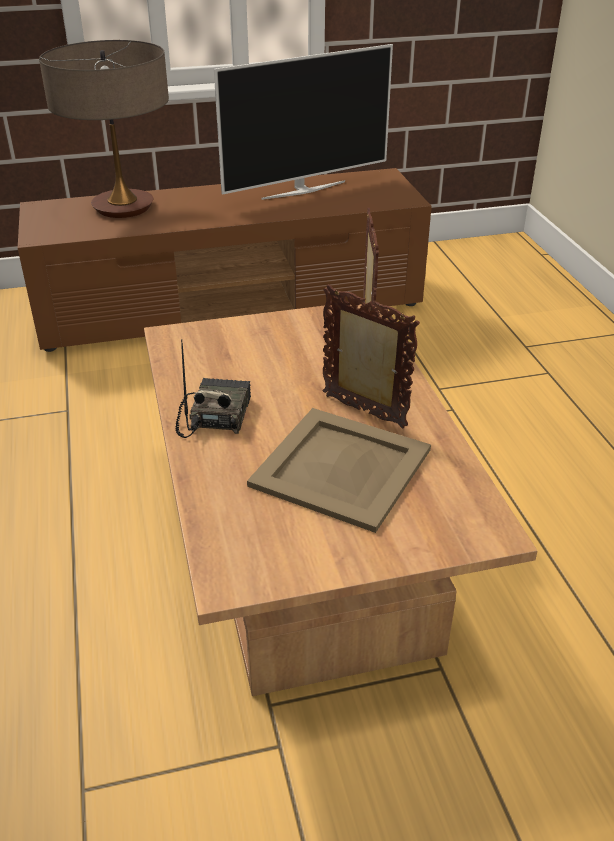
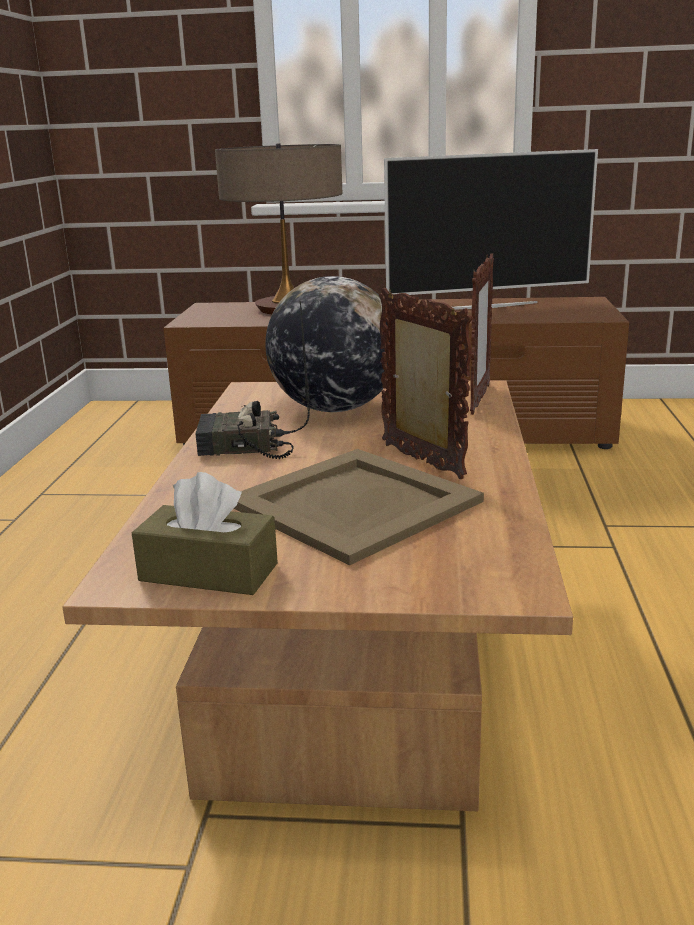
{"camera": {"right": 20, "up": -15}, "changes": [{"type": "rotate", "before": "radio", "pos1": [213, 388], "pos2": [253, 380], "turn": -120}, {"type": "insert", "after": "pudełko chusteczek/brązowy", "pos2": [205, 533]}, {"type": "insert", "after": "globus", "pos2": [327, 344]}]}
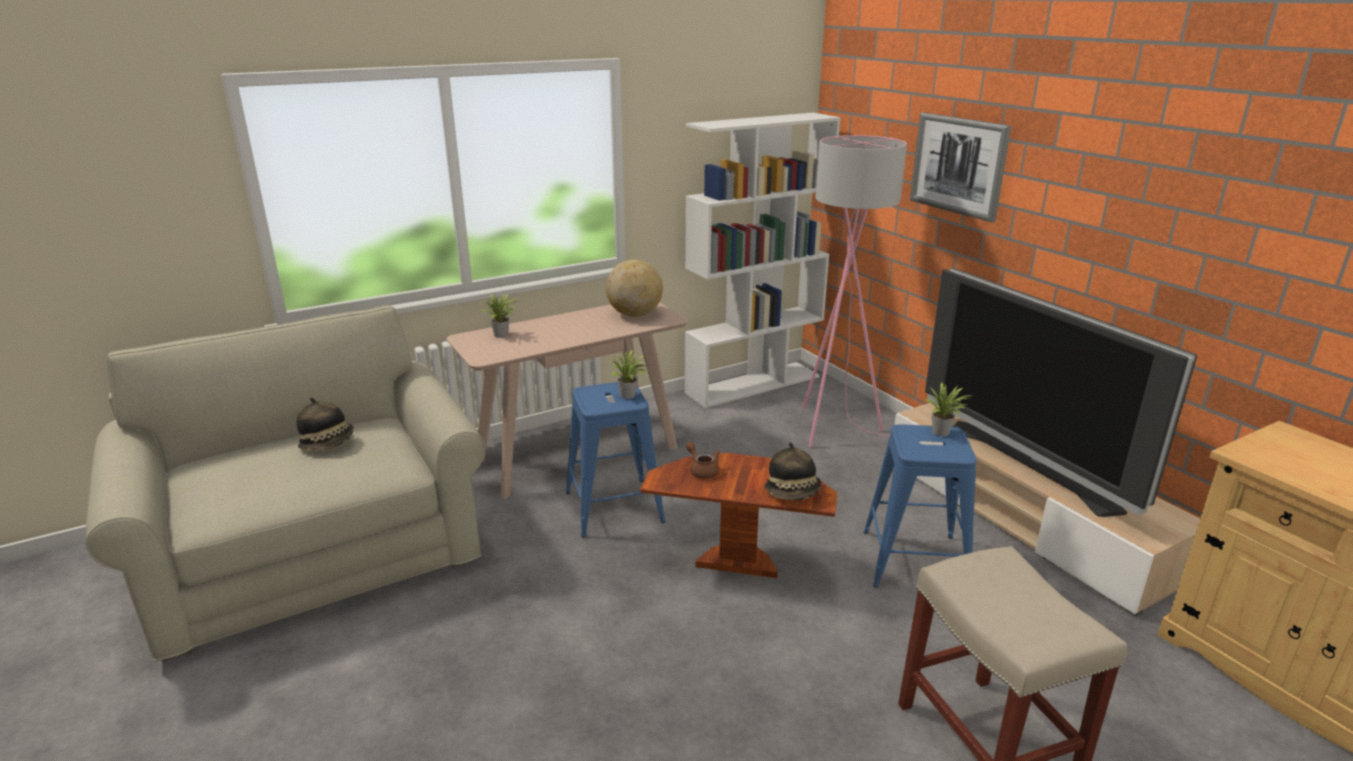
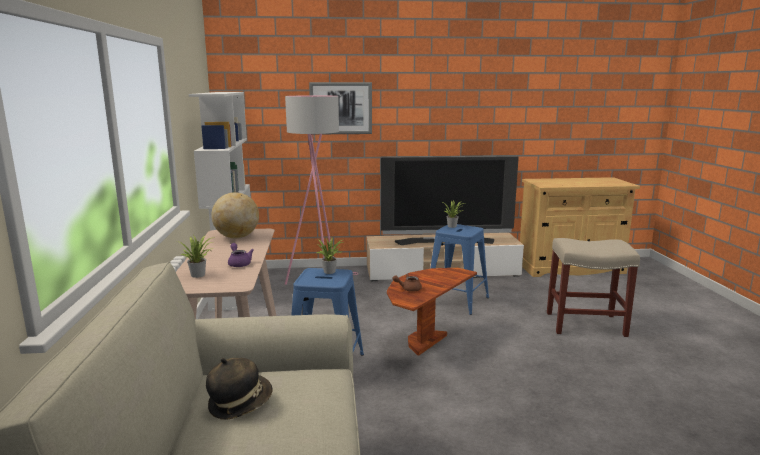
{"camera": {"right": -65, "up": -10}, "changes": [{"type": "delete", "before": "kapelusz", "pos1": [793, 471]}, {"type": "insert", "after": "imbryk/fioletowy", "pos2": [241, 255]}]}
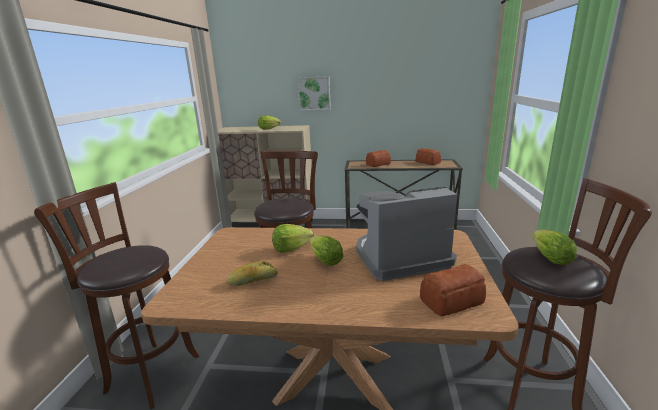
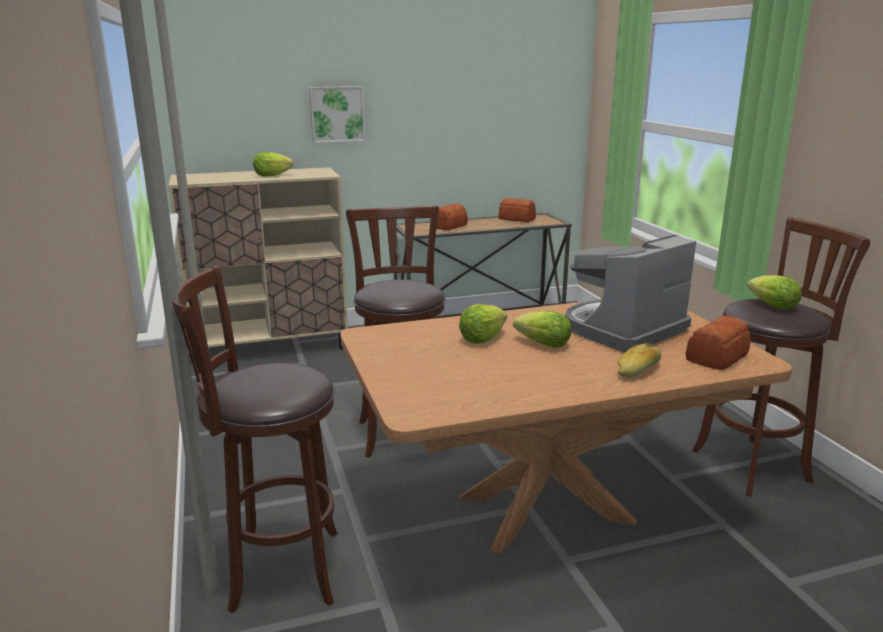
{"camera": {"right": -25, "up": 0}, "changes": [{"type": "move", "before": "chleb", "pos1": [252, 273], "pos2": [639, 360]}]}
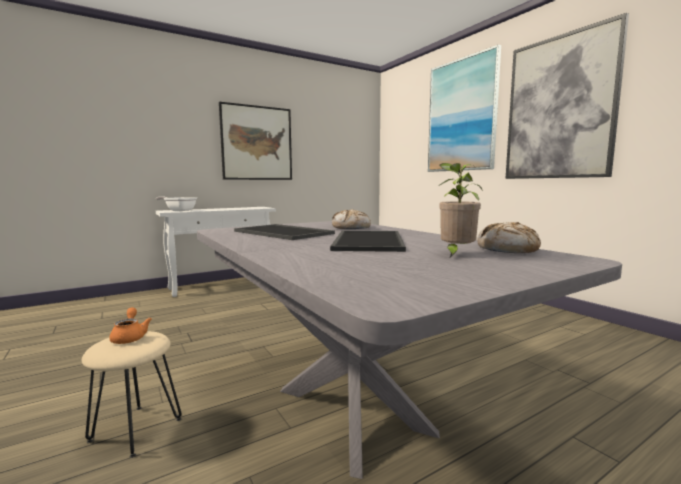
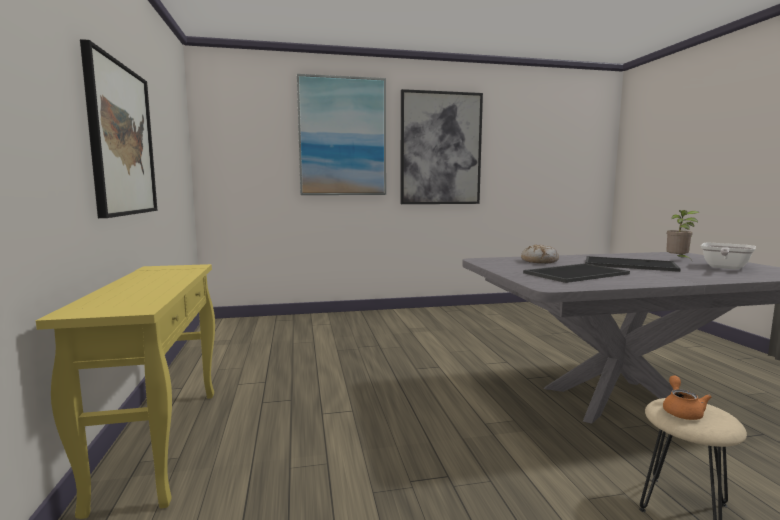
{"camera": {"right": -70, "up": 0}, "changes": [{"type": "rotate", "before": "imbryk/pomarańczowy", "pos1": [130, 325], "pos2": [687, 397], "turn": 105}, {"type": "move", "before": "patelnia", "pos1": [176, 203], "pos2": [728, 256]}, {"type": "recolor", "before": "stolik konsolowy/biały", "after": "stolik konsolowy/żółty", "pos1": [216, 252], "pos2": [125, 391]}, {"type": "delete", "before": "chleb", "pos1": [509, 237]}]}
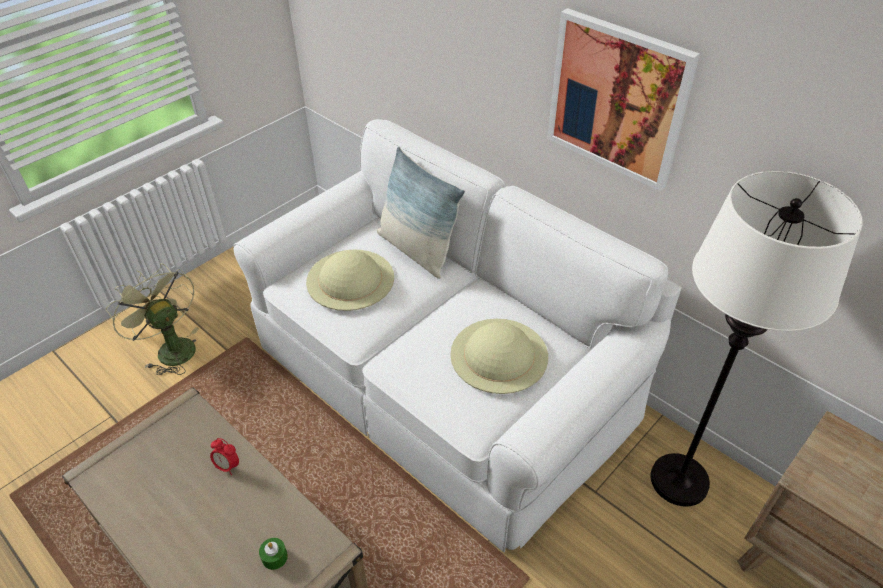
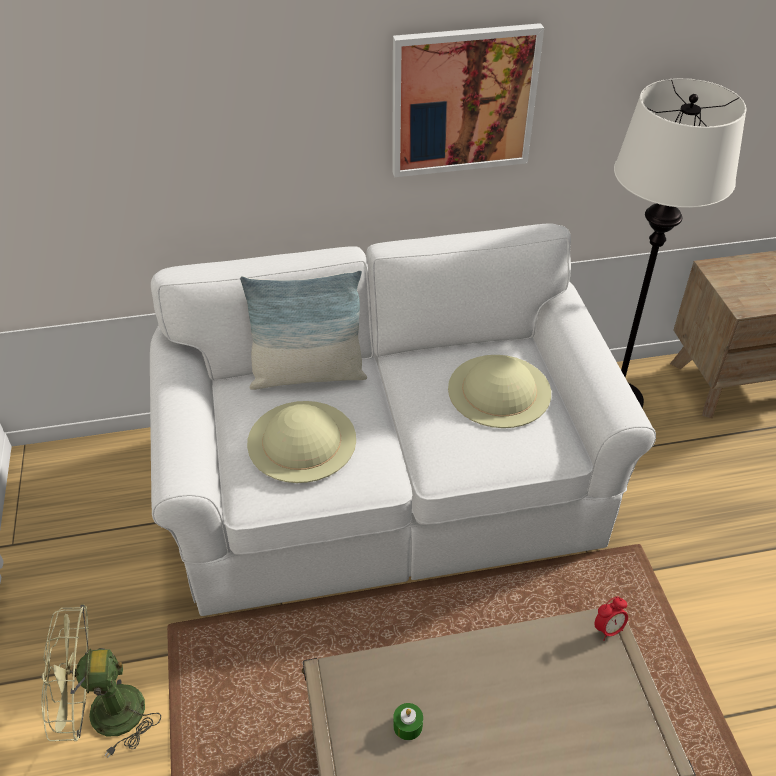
{"camera": {"right": -55, "up": 0}, "changes": [{"type": "move", "before": "budzik", "pos1": [224, 457], "pos2": [611, 618]}, {"type": "move", "before": "świeca/zielony", "pos1": [273, 554], "pos2": [408, 721]}]}
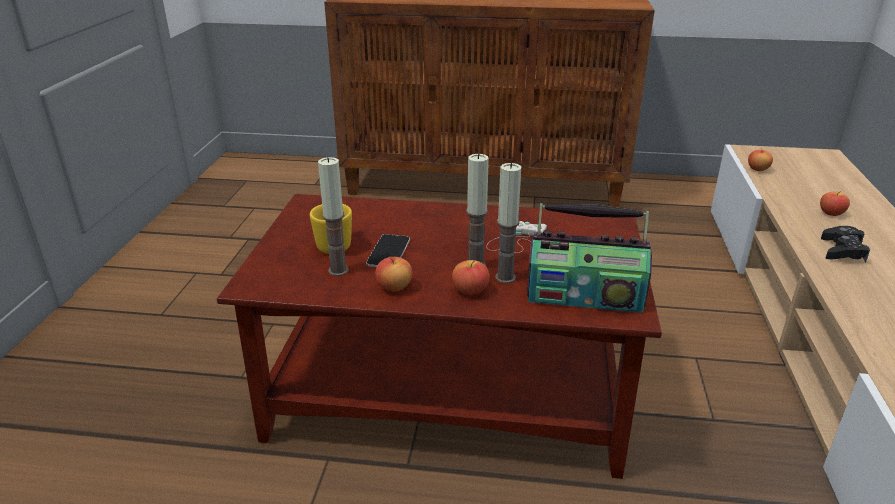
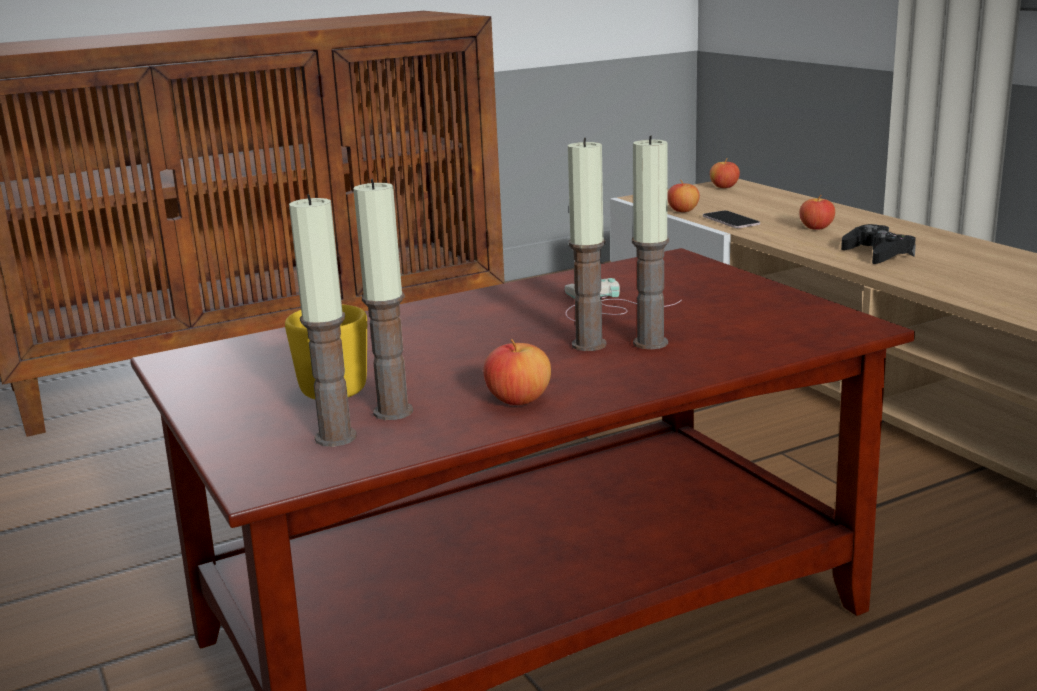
{"camera": {"right": -35, "up": -10}, "changes": [{"type": "move", "before": "telefon", "pos1": [388, 250], "pos2": [731, 219]}, {"type": "move", "before": "jabłko", "pos1": [470, 277], "pos2": [725, 173]}, {"type": "delete", "before": "radio", "pos1": [589, 258]}, {"type": "insert", "after": "świeca", "pos2": [323, 320]}]}
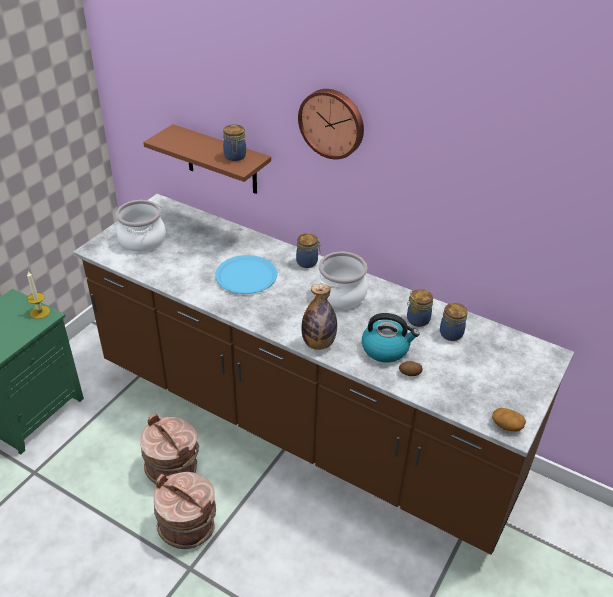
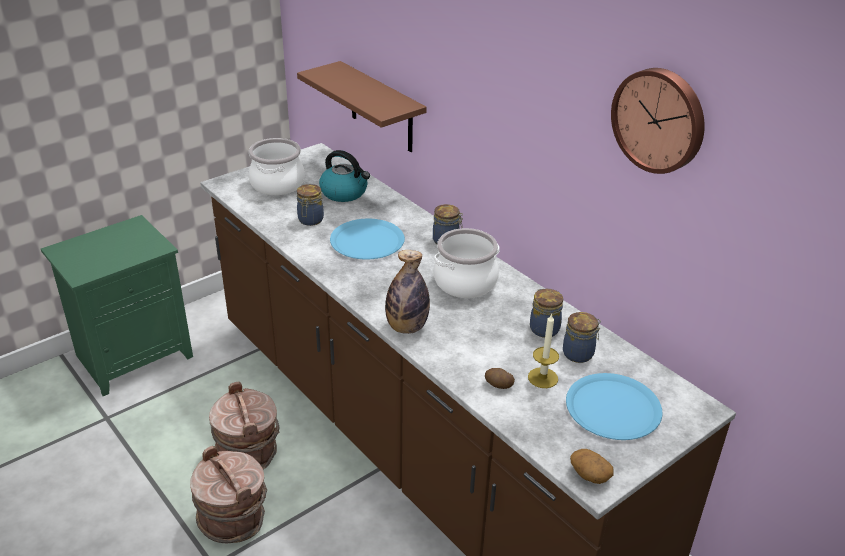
{"camera": {"right": 20, "up": -5}, "changes": [{"type": "move", "before": "świeca", "pos1": [38, 295], "pos2": [543, 350]}, {"type": "move", "before": "słoik", "pos1": [234, 142], "pos2": [310, 205]}, {"type": "move", "before": "zegar ścienny", "pos1": [331, 124], "pos2": [658, 121]}, {"type": "move", "before": "czajnik", "pos1": [391, 338], "pos2": [344, 176]}, {"type": "insert", "after": "talerz/niebieski", "pos2": [614, 406]}]}
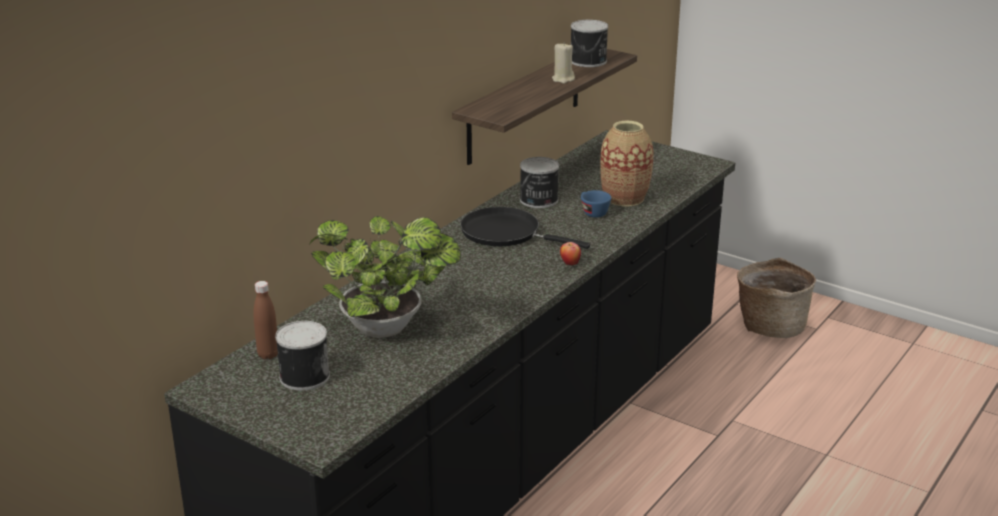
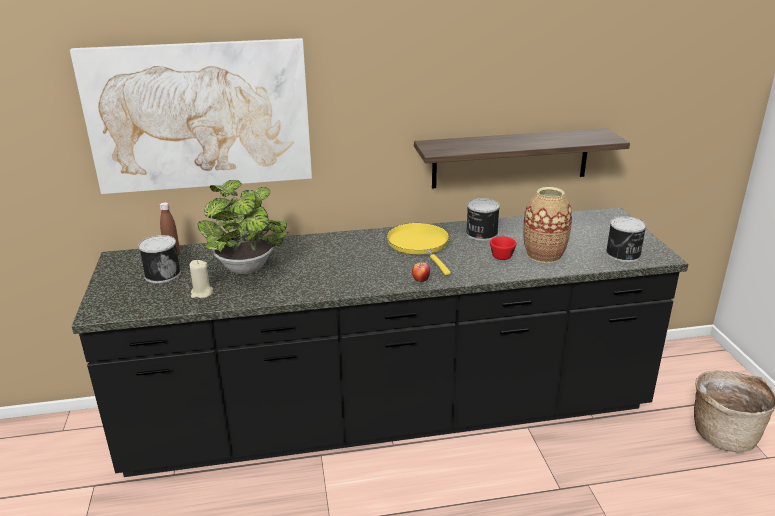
{"camera": {"right": 45, "up": 0}, "changes": [{"type": "recolor", "before": "patelnia/czarny", "after": "patelnia/żółty", "pos1": [525, 228], "pos2": [418, 249]}, {"type": "move", "before": "świeca/beżowy", "pos1": [563, 63], "pos2": [201, 279]}, {"type": "move", "before": "puszka", "pos1": [589, 43], "pos2": [626, 239]}, {"type": "recolor", "before": "filiżanka/niebieski", "after": "filiżanka/czerwony", "pos1": [596, 204], "pos2": [503, 248]}, {"type": "insert", "after": "obraz", "pos2": [191, 116]}]}
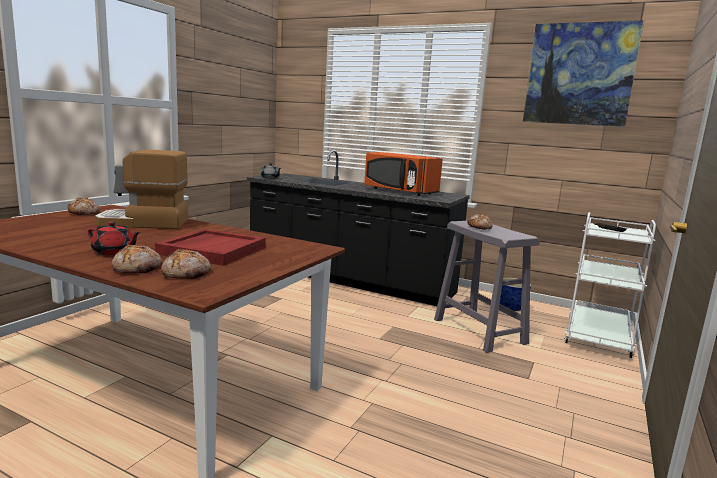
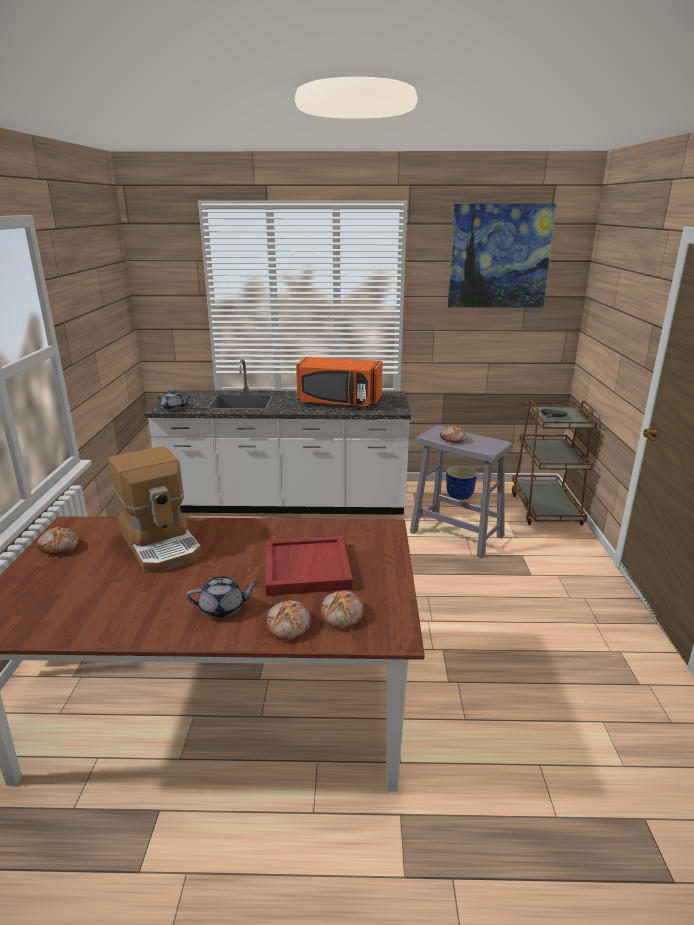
{"camera": {"right": -25, "up": 10}, "changes": [{"type": "recolor", "before": "imbryk/czerwony", "after": "imbryk/szary", "pos1": [114, 238], "pos2": [222, 597]}, {"type": "rotate", "before": "ekspres do kawy", "pos1": [141, 189], "pos2": [155, 509], "turn": -90}, {"type": "recolor", "before": "zabudowa kuchenna/czarny", "after": "zabudowa kuchenna/biały", "pos1": [358, 228], "pos2": [278, 437]}, {"type": "recolor", "before": "wózek/biały", "after": "wózek/brązowy", "pos1": [610, 285], "pos2": [554, 462]}]}
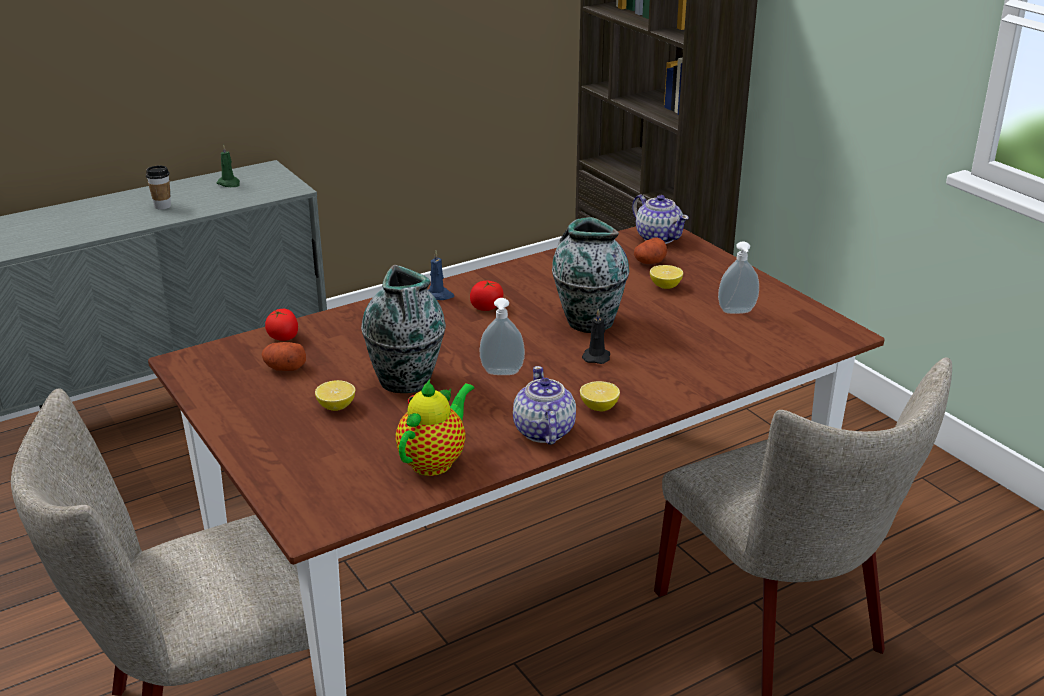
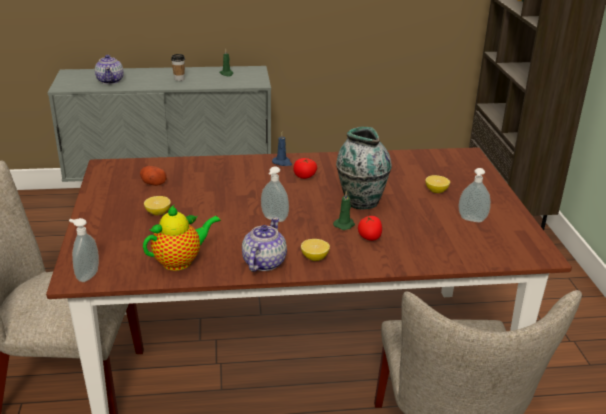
{"camera": {"right": 25, "up": 0}, "changes": [{"type": "move", "before": "pomidor", "pos1": [281, 325], "pos2": [370, 228]}, {"type": "delete", "before": "wazon", "pos1": [403, 329]}, {"type": "recolor", "before": "świeca/czarny", "after": "świeca/zielony", "pos1": [596, 336], "pos2": [344, 210]}, {"type": "move", "before": "imbryk", "pos1": [660, 219], "pos2": [109, 69]}, {"type": "delete", "before": "ziemniak", "pos1": [650, 250]}, {"type": "insert", "after": "dozownik mydła", "pos2": [84, 250]}]}
